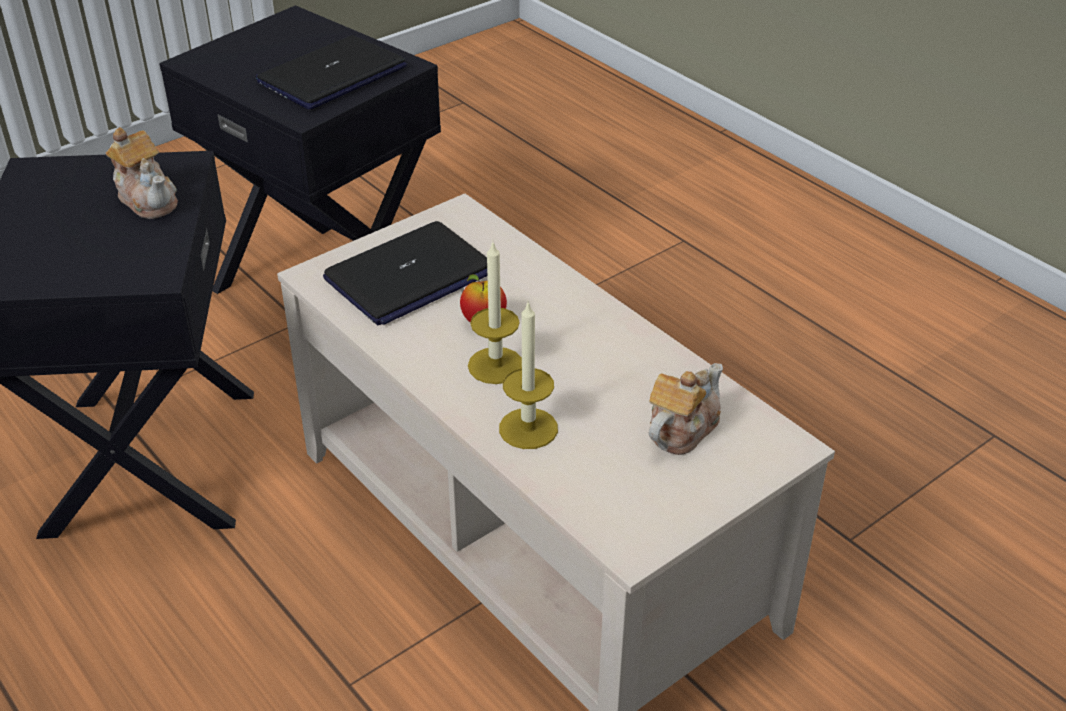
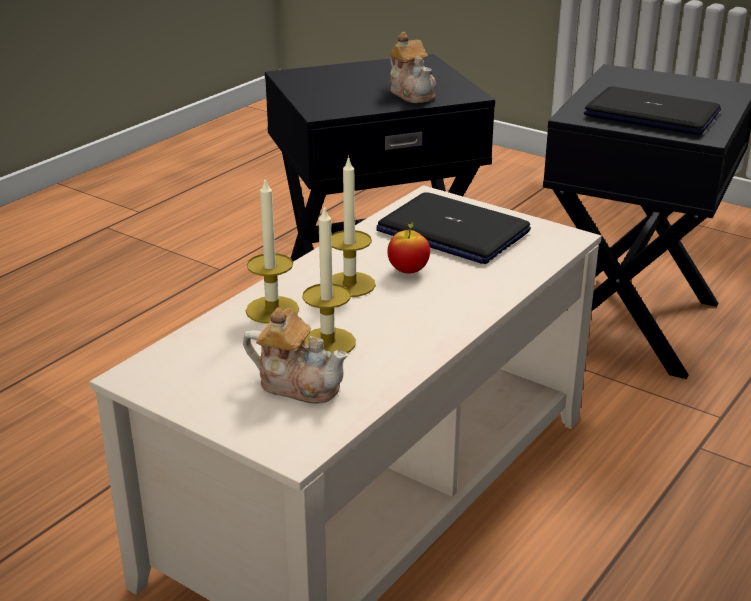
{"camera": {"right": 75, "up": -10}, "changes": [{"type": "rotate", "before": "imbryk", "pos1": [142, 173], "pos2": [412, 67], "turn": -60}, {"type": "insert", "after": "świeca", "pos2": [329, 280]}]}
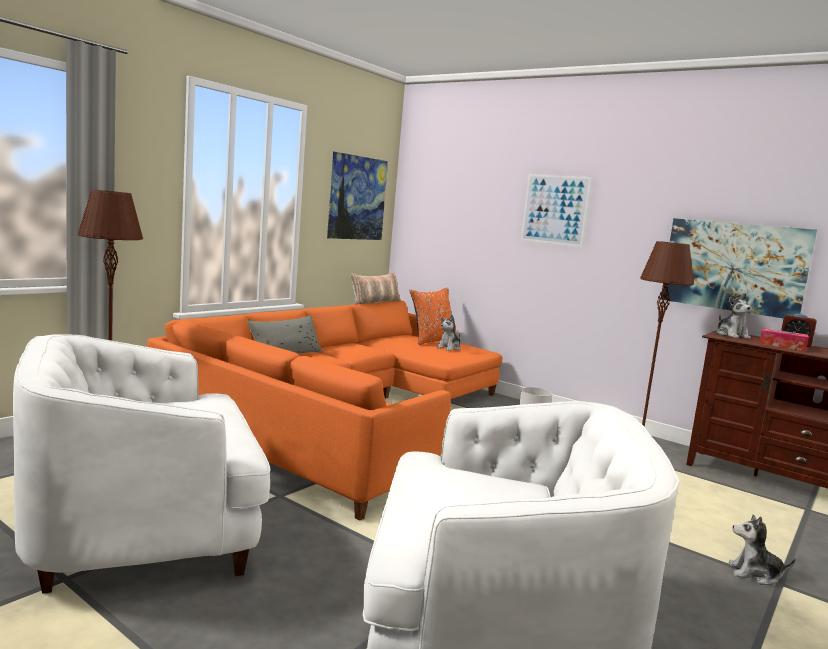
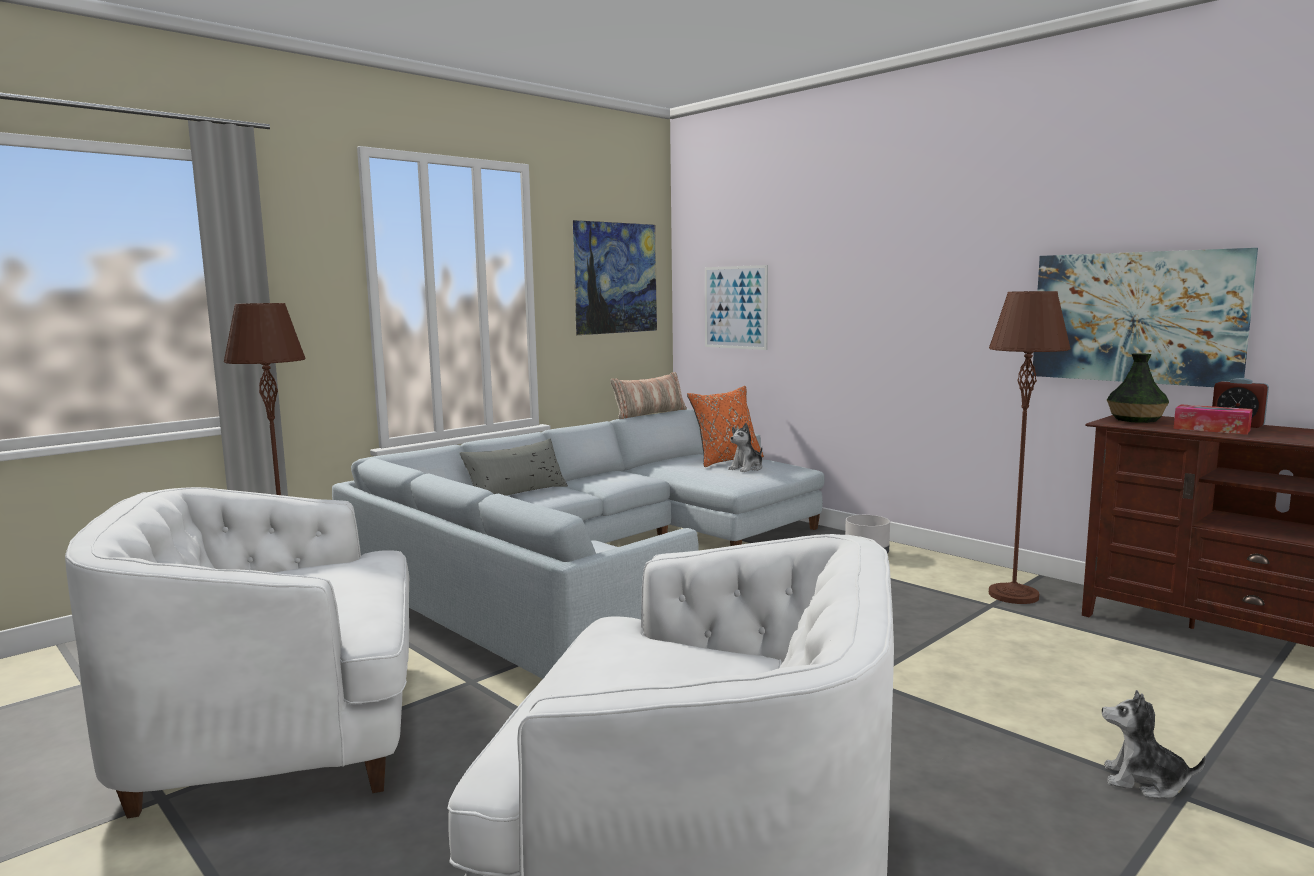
{"camera": {"right": 10, "up": 0}, "changes": [{"type": "recolor", "before": "kanapa/pomarańczowy", "after": "kanapa/szary", "pos1": [325, 410], "pos2": [578, 544]}, {"type": "move", "before": "obraz", "pos1": [556, 210], "pos2": [736, 307]}, {"type": "replace", "before": "pluszak", "after": "wazon", "pos1": [734, 316], "pos2": [1138, 388]}]}
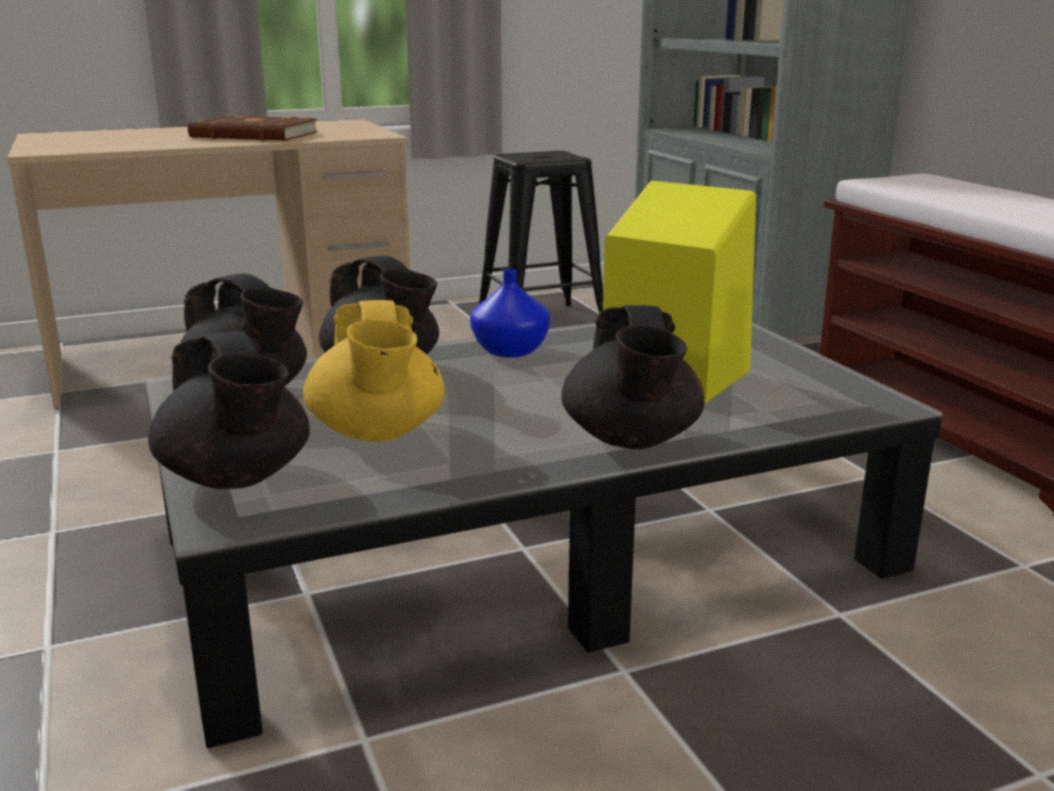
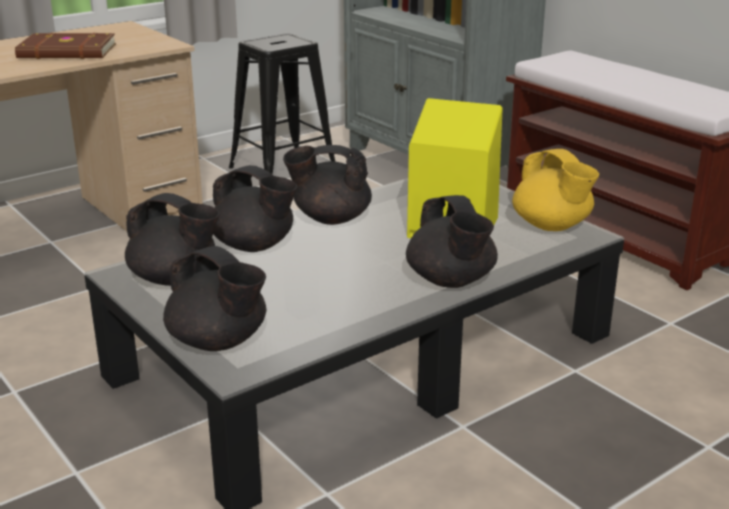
{"camera": {"right": -15, "up": 5}, "changes": [{"type": "move", "before": "imbryk/żółty", "pos1": [373, 371], "pos2": [555, 190]}, {"type": "replace", "before": "wazon/niebieski", "after": "imbryk/czarny", "pos1": [510, 313], "pos2": [327, 185]}]}
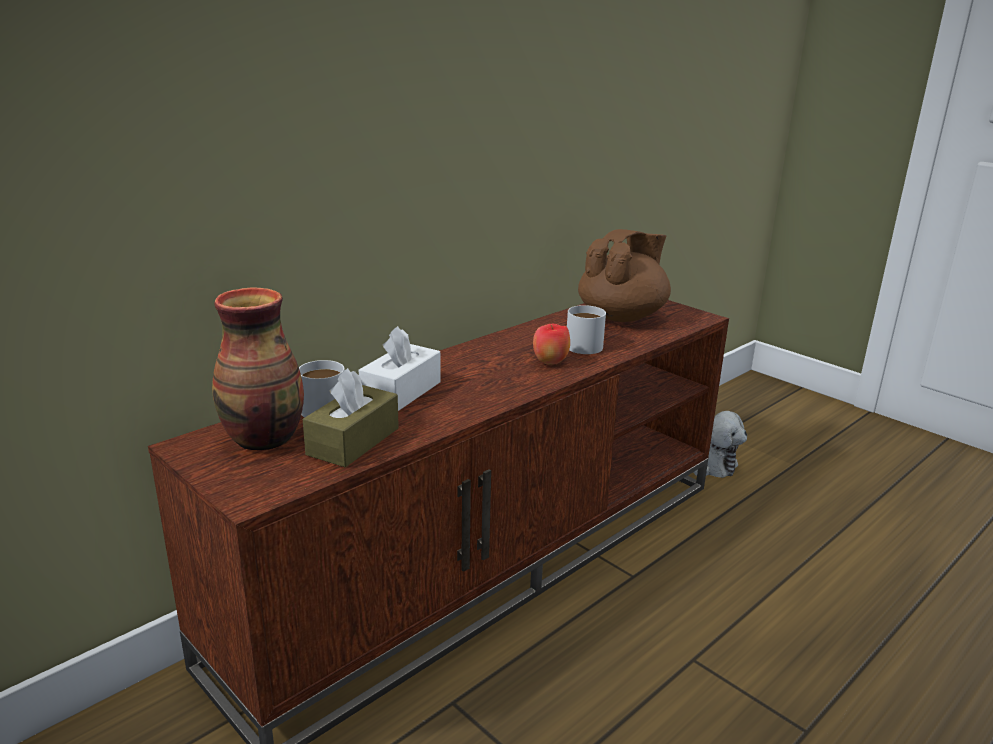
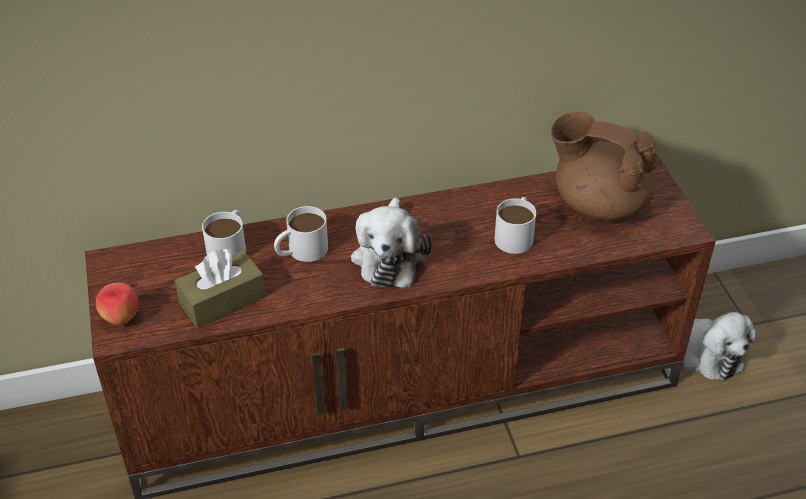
{"camera": {"right": 30, "up": 20}, "changes": [{"type": "delete", "before": "wazon", "pos1": [258, 368]}, {"type": "replace", "before": "pudełko chusteczek/biały", "after": "kubek/biały", "pos1": [400, 368], "pos2": [301, 234]}, {"type": "move", "before": "jabłko", "pos1": [551, 344], "pos2": [117, 303]}, {"type": "rotate", "before": "imbryk/brązowy", "pos1": [624, 275], "pos2": [604, 166], "turn": -135}, {"type": "insert", "after": "pluszak", "pos2": [391, 242]}]}
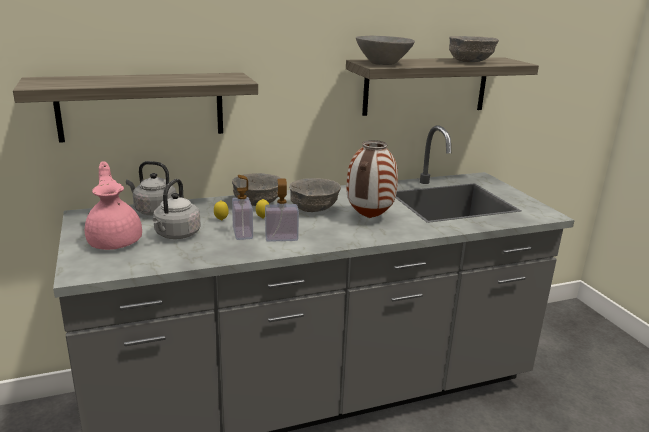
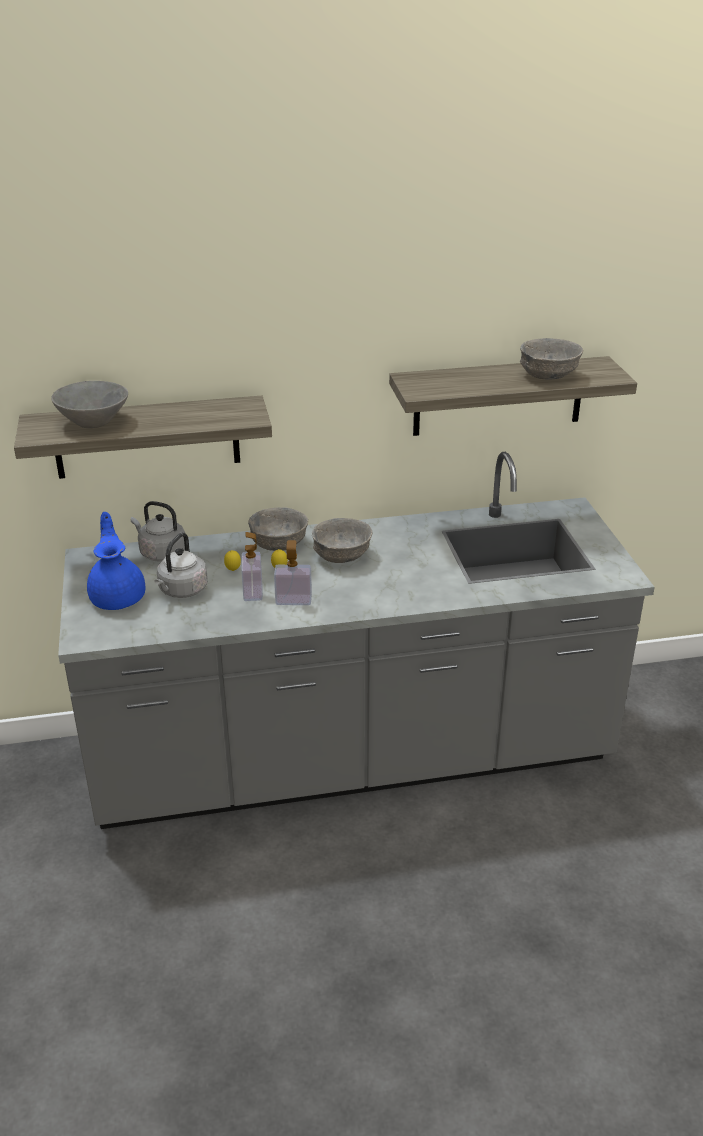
{"camera": {"right": 10, "up": 10}, "changes": [{"type": "recolor", "before": "imbryk/różowy", "after": "imbryk/niebieski", "pos1": [113, 205], "pos2": [116, 561]}, {"type": "delete", "before": "wazon", "pos1": [372, 179]}, {"type": "move", "before": "miska/szary", "pos1": [385, 50], "pos2": [89, 404]}]}
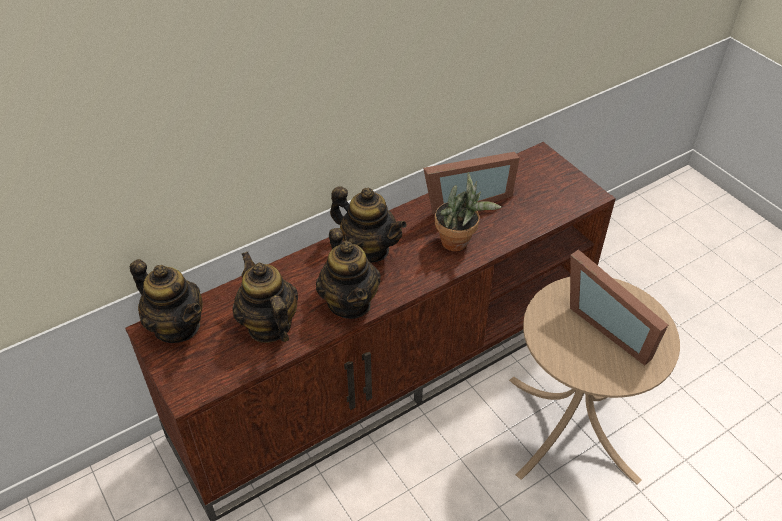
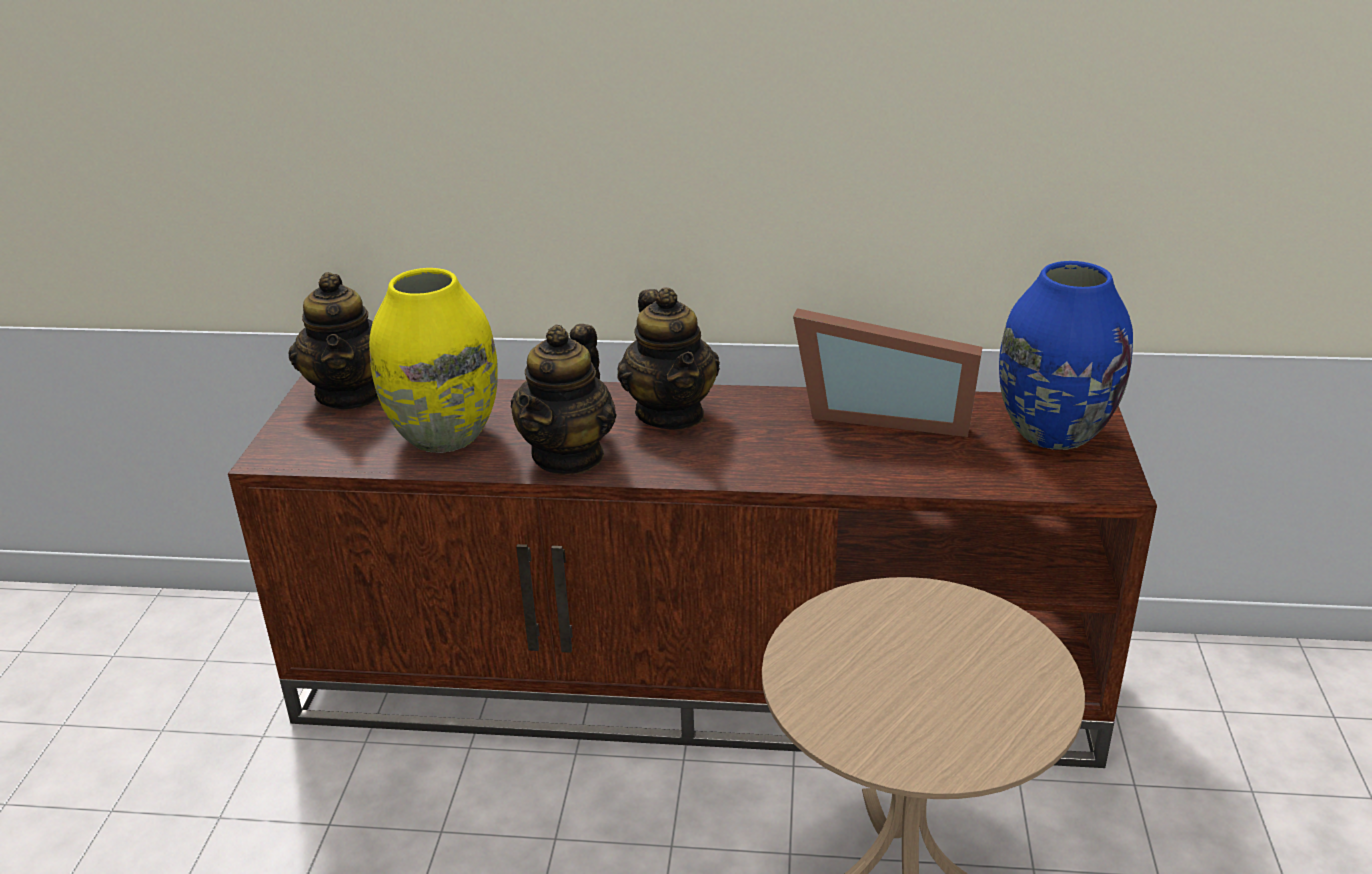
{"camera": {"right": 40, "up": -15}, "changes": [{"type": "replace", "before": "imbryk", "after": "wazon/żółty", "pos1": [265, 297], "pos2": [433, 360]}, {"type": "delete", "before": "roślina doniczkowa", "pos1": [468, 211]}, {"type": "delete", "before": "ramka na zdjęcie", "pos1": [619, 307]}, {"type": "insert", "after": "wazon/niebieski", "pos2": [1066, 355]}]}
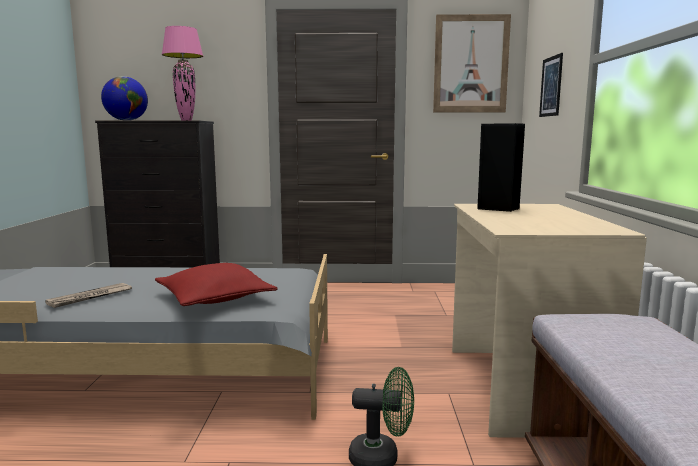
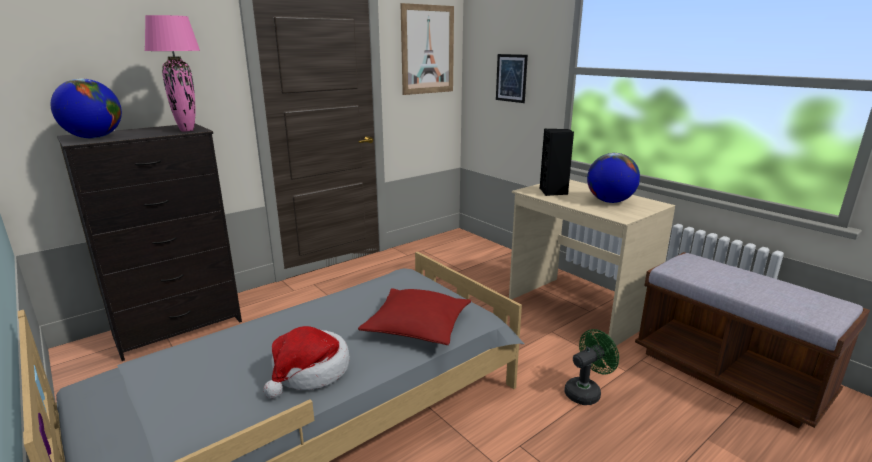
{"camera": {"right": -40, "up": 10}, "changes": [{"type": "replace", "before": "gazeta", "after": "kapelusz", "pos1": [88, 295], "pos2": [306, 362]}, {"type": "insert", "after": "globus", "pos2": [613, 178]}]}
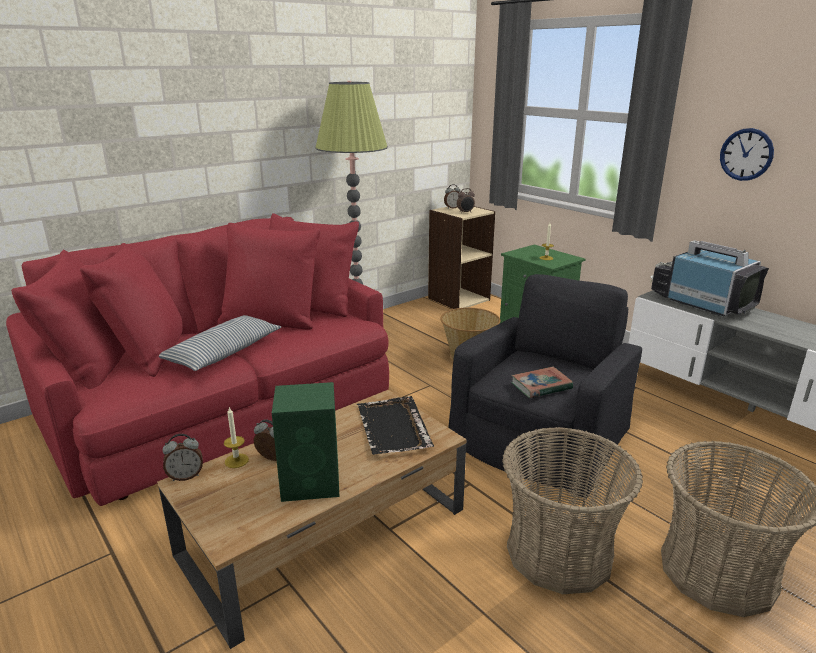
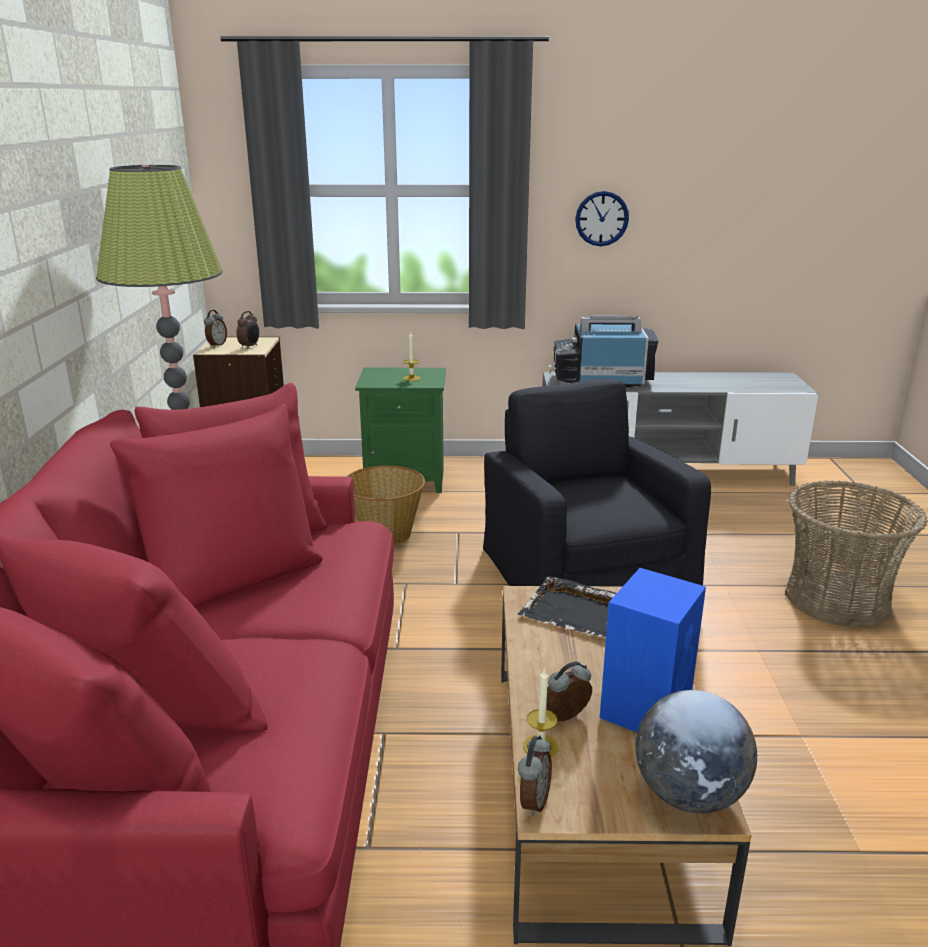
{"camera": {"right": -50, "up": 0}, "changes": [{"type": "delete", "before": "poduszka", "pos1": [220, 343]}, {"type": "recolor", "before": "głośnik/zielony", "after": "głośnik/niebieski", "pos1": [305, 442], "pos2": [653, 650]}, {"type": "delete", "before": "koszyk", "pos1": [572, 510]}, {"type": "delete", "before": "książka", "pos1": [542, 382]}, {"type": "insert", "after": "globus", "pos2": [696, 752]}]}
